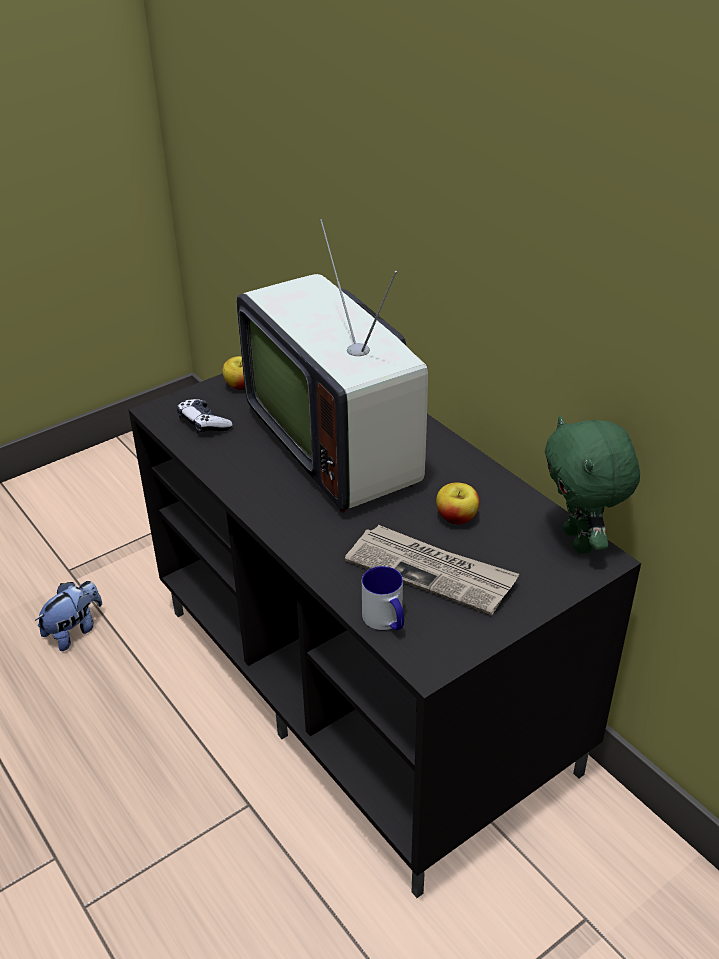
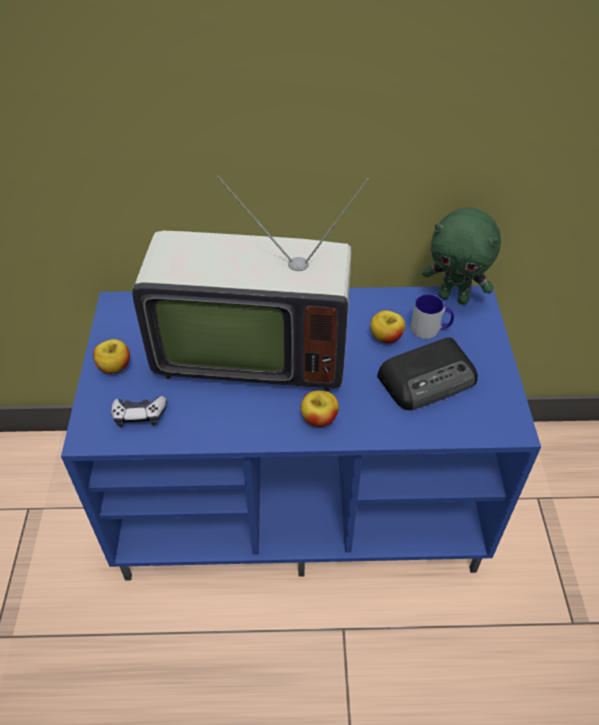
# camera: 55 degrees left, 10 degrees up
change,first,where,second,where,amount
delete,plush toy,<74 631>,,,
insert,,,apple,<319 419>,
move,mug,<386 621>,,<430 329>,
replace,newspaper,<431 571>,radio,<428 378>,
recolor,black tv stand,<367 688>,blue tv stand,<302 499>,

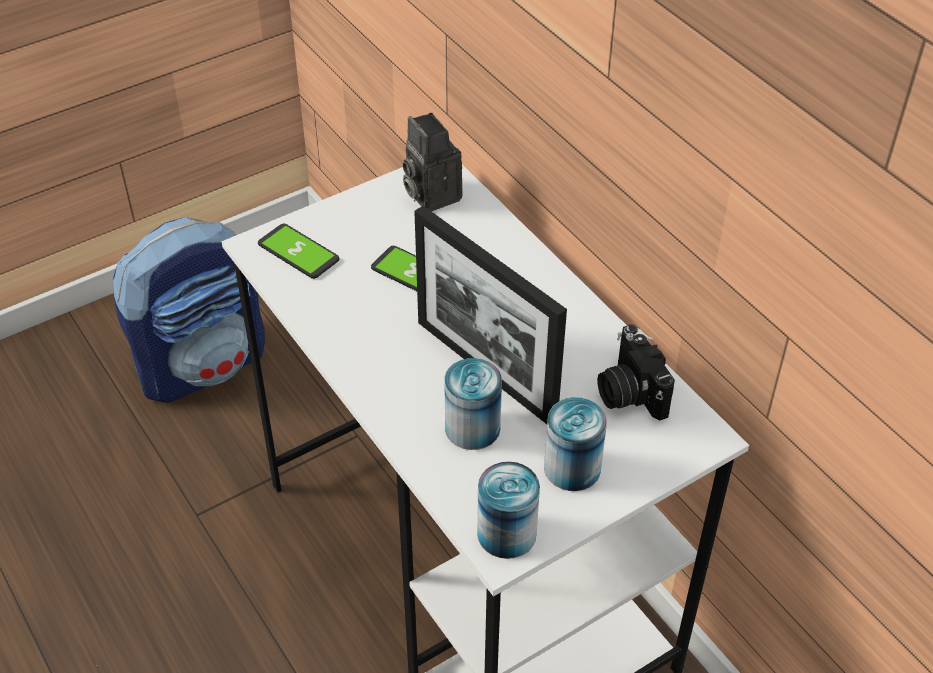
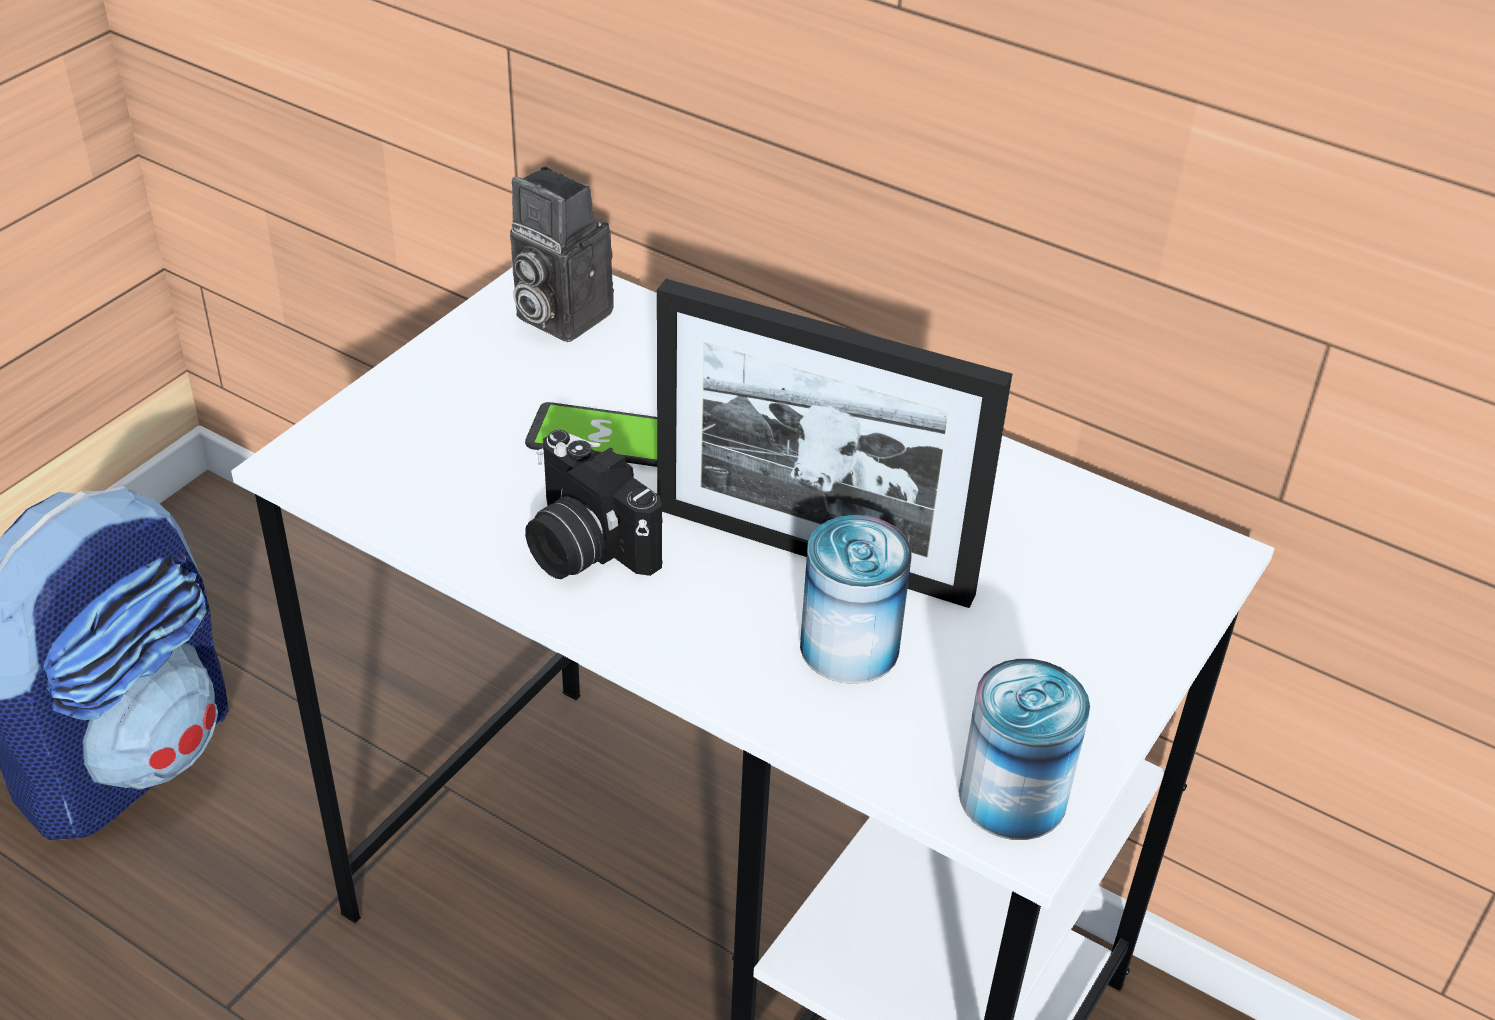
# camera: 25 degrees left, 5 degrees down
change,first,where,second,where,amount
delete,phone,<298 252>,,,
delete,can,<572 468>,,,
move,photo camera,<629 392>,,<583 547>,

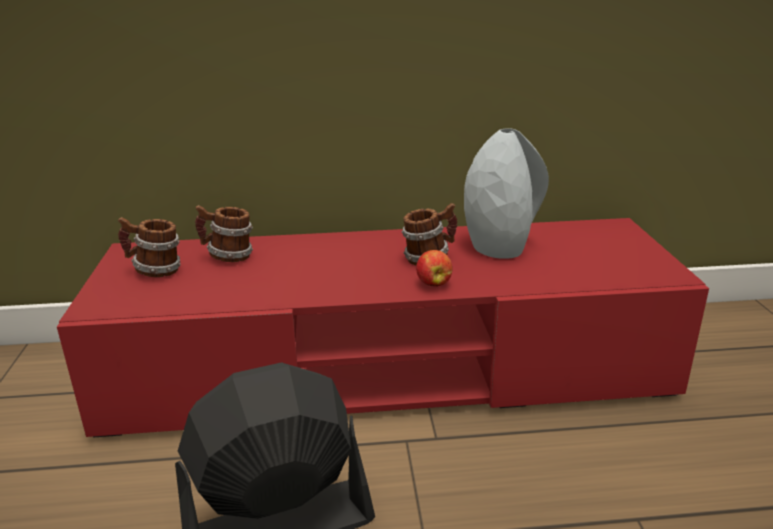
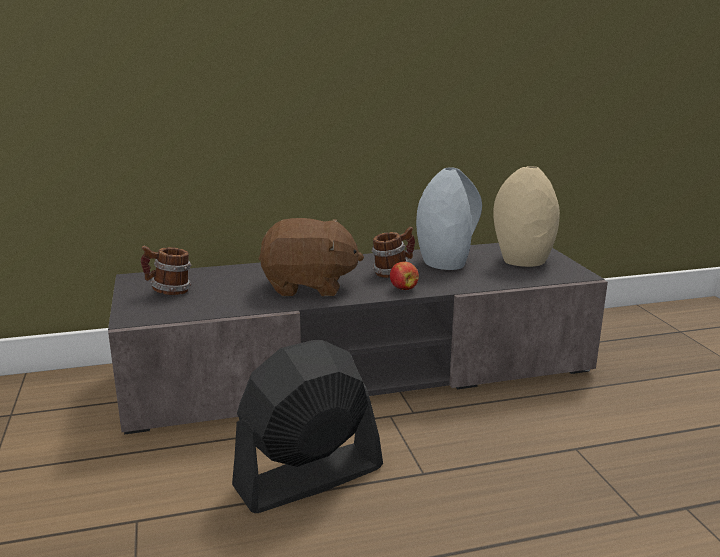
# camera: 10 degrees left, 5 degrees down
change,first,where,second,where,amount
delete,mug,<228 257>,,,
insert,,,brown plush toy,<308 286>,
insert,,,beige vase,<523 260>,
recolor,red tv stand,<388 370>,grey tv stand,<359 370>,

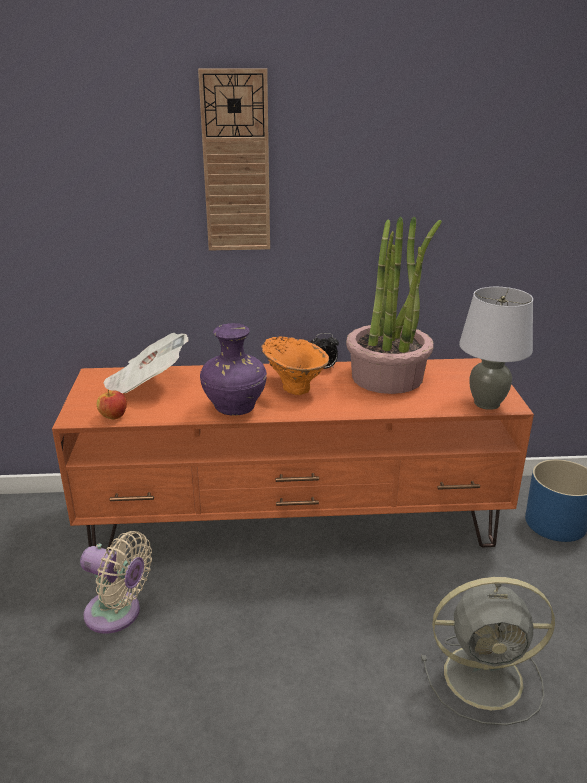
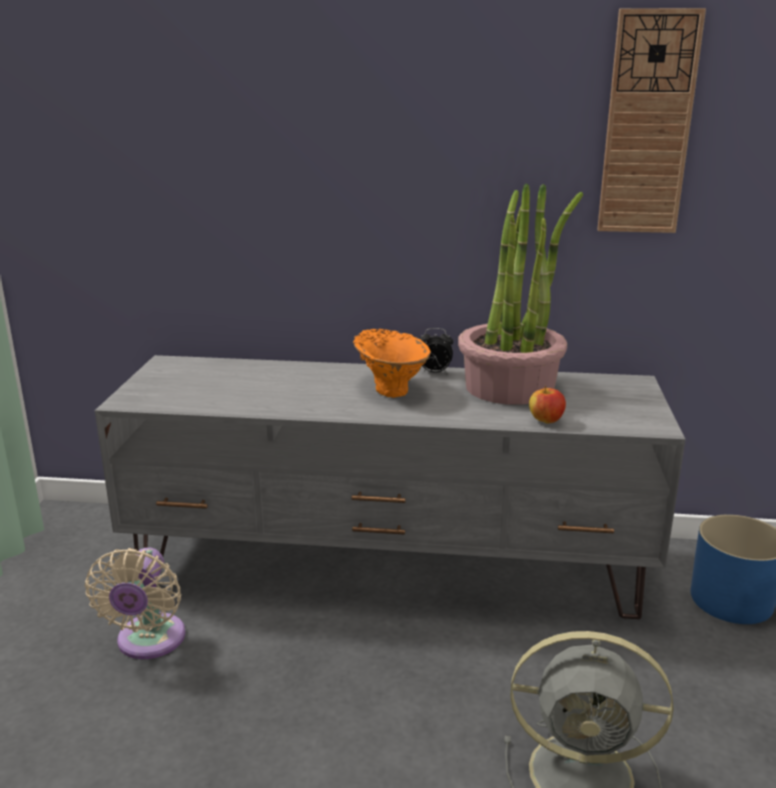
# camera: 10 degrees right, 5 degrees down
change,first,where,second,where,amount
delete,newspaper,<146 385>,,,
delete,purple vase,<235 408>,,,
delete,grey table lamp,<487 404>,,,
move,apple,<113 416>,,<546 420>,
move,wall clock,<236 163>,,<647 125>,
recolor,orange tv stand,<295 522>,grey tv stand,<390 564>,
rotate,beige fan,<117 614>,,<149 642>,60 degrees clockwise

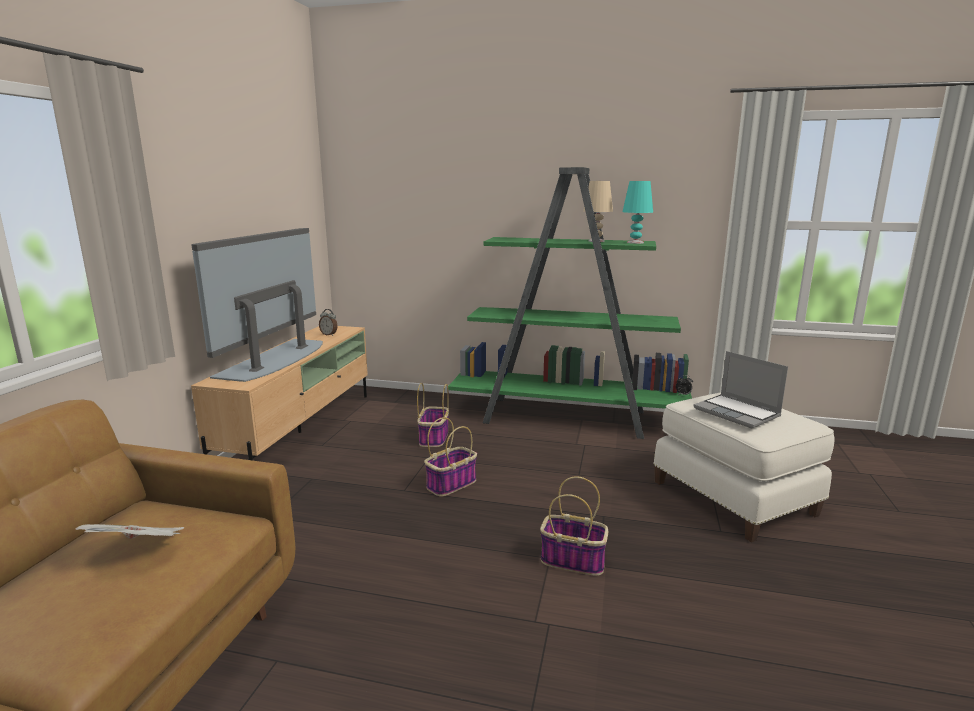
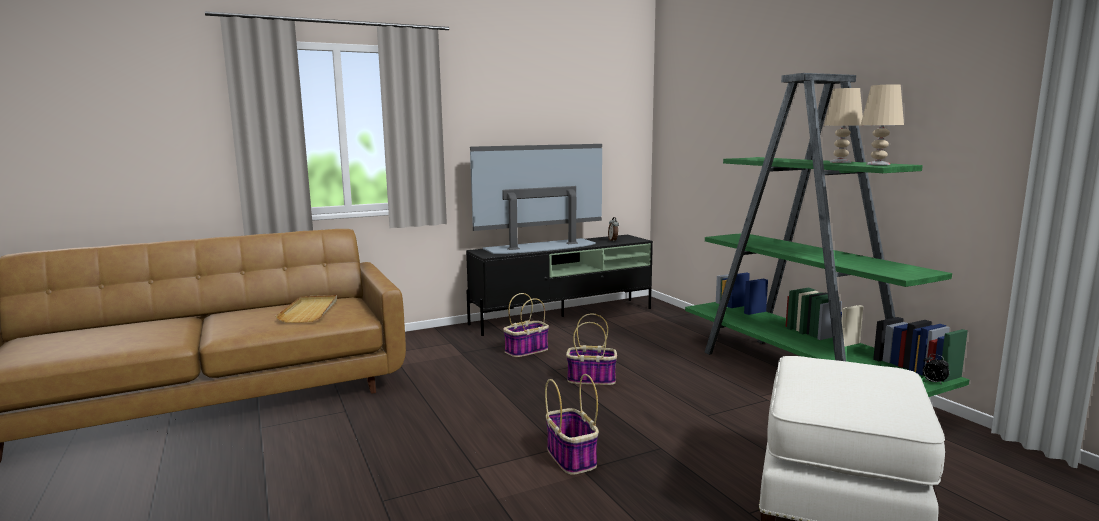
# camera: 50 degrees right, 5 degrees down
change,first,where,second,where,amount
delete,laptop,<738 413>,,,
move,basket,<434 438>,,<526 351>,
replace,newspaper,<139 550>,beige tray,<310 311>,
recolor,beige tv stand,<301 431>,black tv stand,<564 316>,
recolor,turquoise table lamp,<635 242>,beige table lamp,<878 164>,

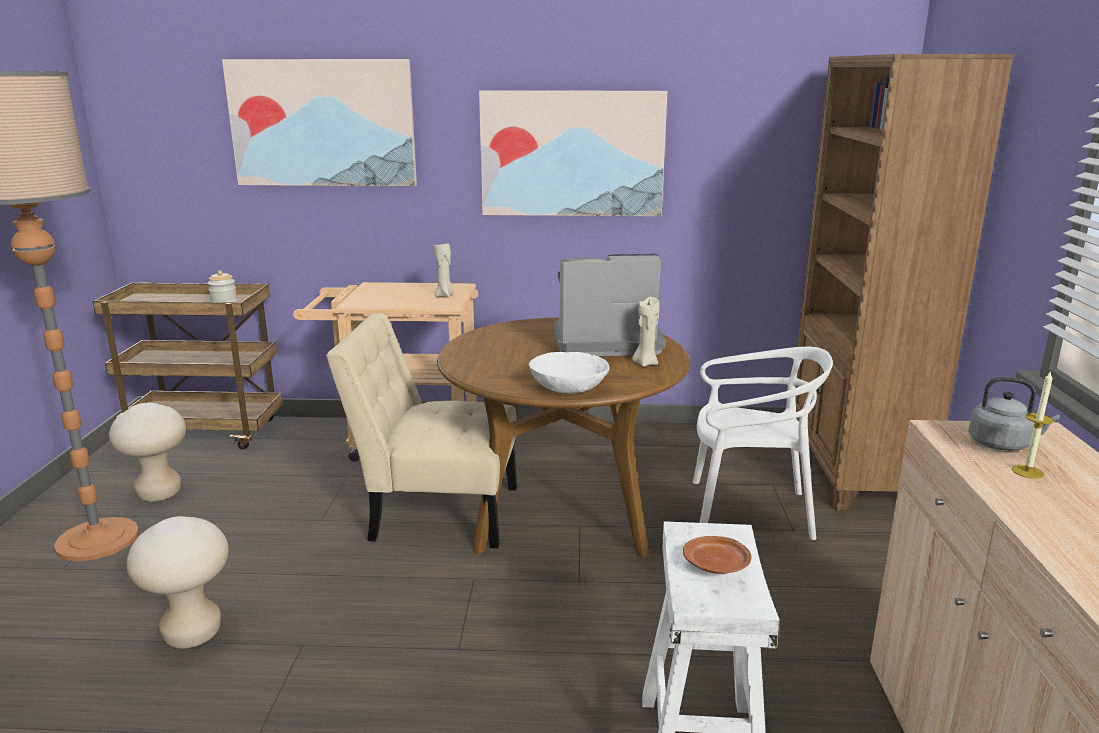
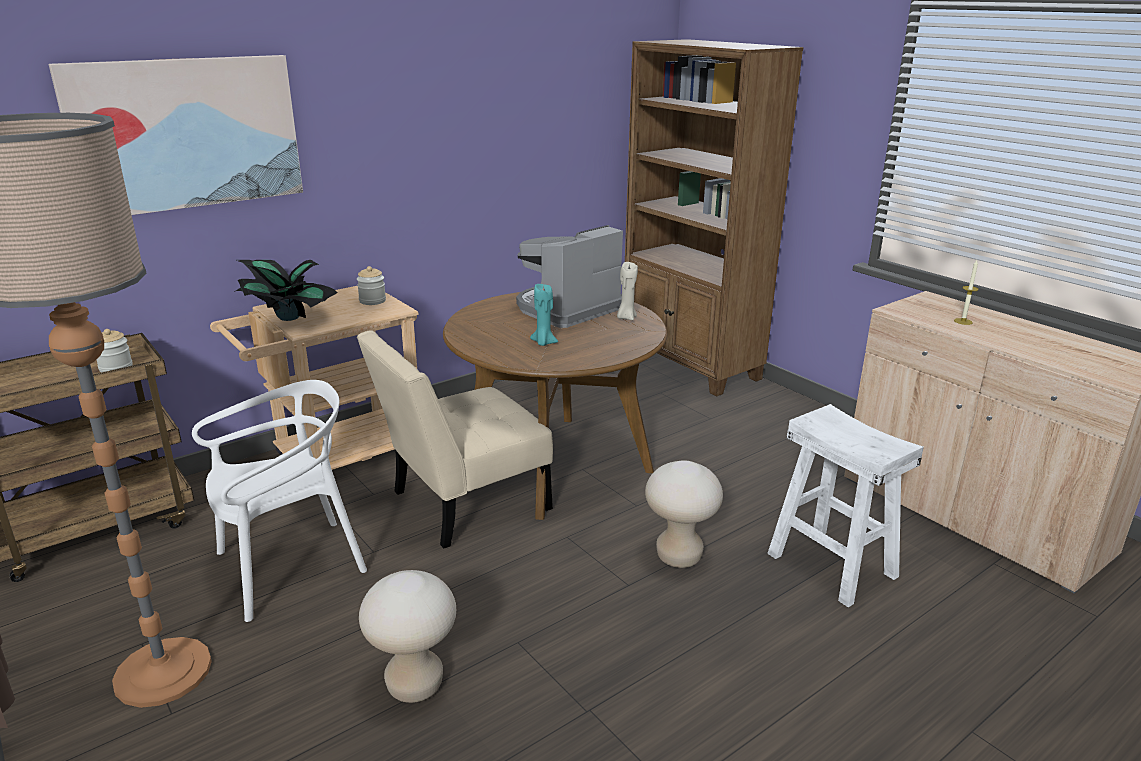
# camera: 40 degrees left, 5 degrees up
change,first,where,second,where,amount
delete,picture,<572 153>,,,
delete,white bowl,<568 387>,,,
delete,brown plate,<717 565>,,,
delete,grey kettle,<1002 444>,,,
insert,,,potted plant,<288 317>,
insert,,,turquoise candle,<543 343>,
move,beige stool,<159 494>,,<679 557>,
move,white chair,<748 512>,,<290 566>,
replace,beige candle,<445 296>,jar,<372 301>,

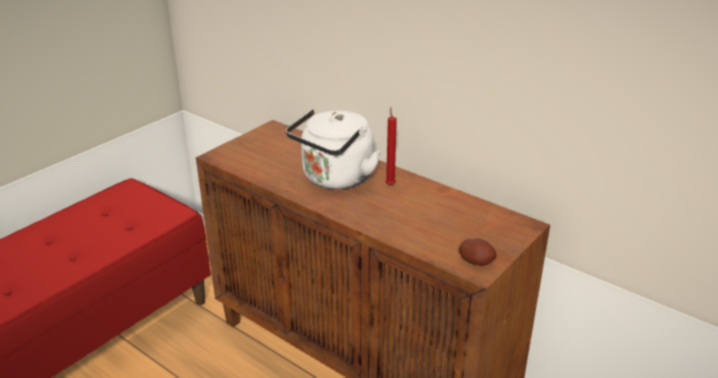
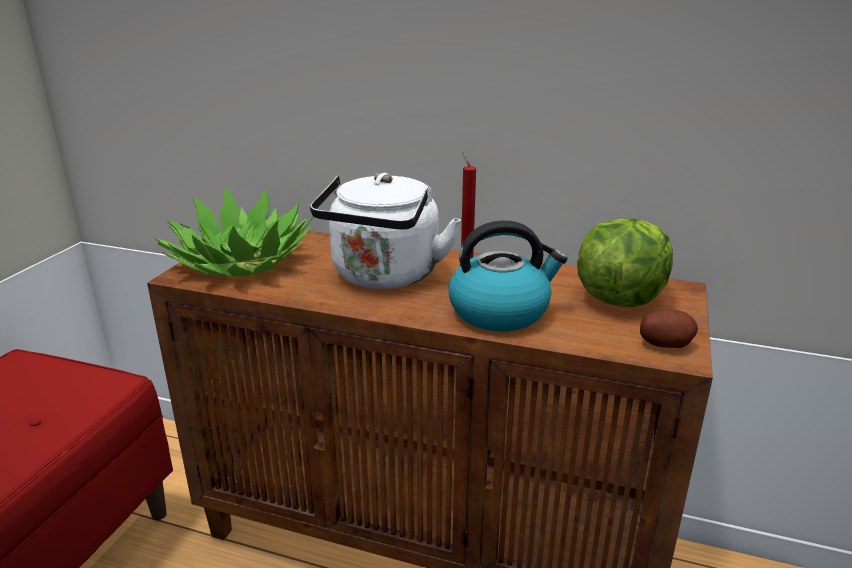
# camera: 20 degrees left, 5 degrees down
change,first,where,second,where,amount
insert,,,potted plant,<240 262>,
insert,,,kettle,<500 311>,
insert,,,lettuce,<619 298>,

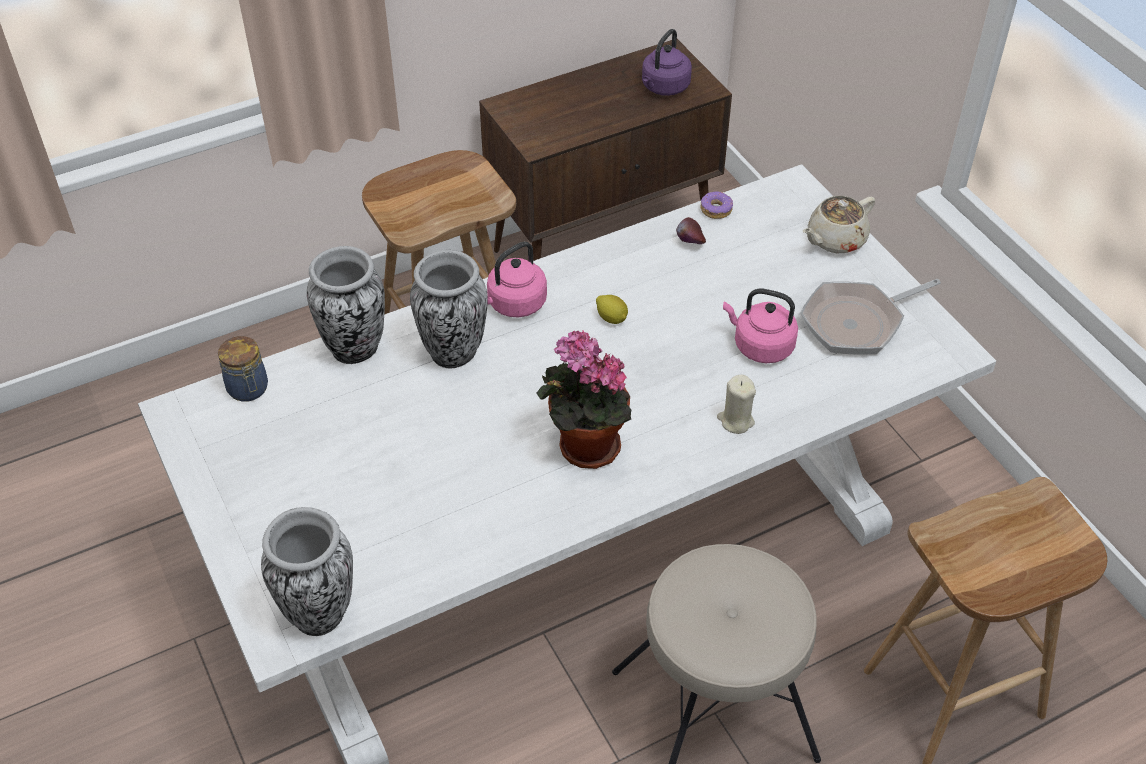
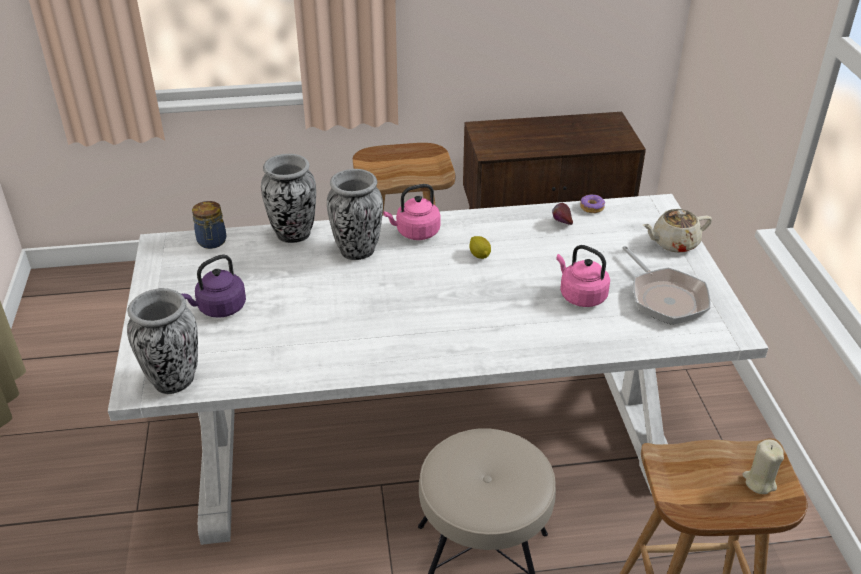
# camera: 20 degrees right, 10 degrees down
change,first,where,second,where,amount
delete,potted plant,<583 448>,,,
move,purple kettle,<664 88>,,<219 308>,
move,beige candle,<735 420>,,<759 482>,
rotate,frying pan,<857 322>,,<665 298>,105 degrees counterclockwise

